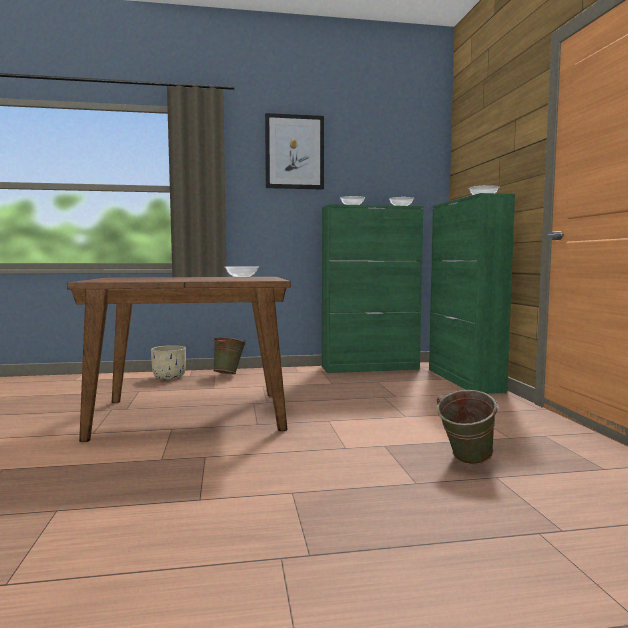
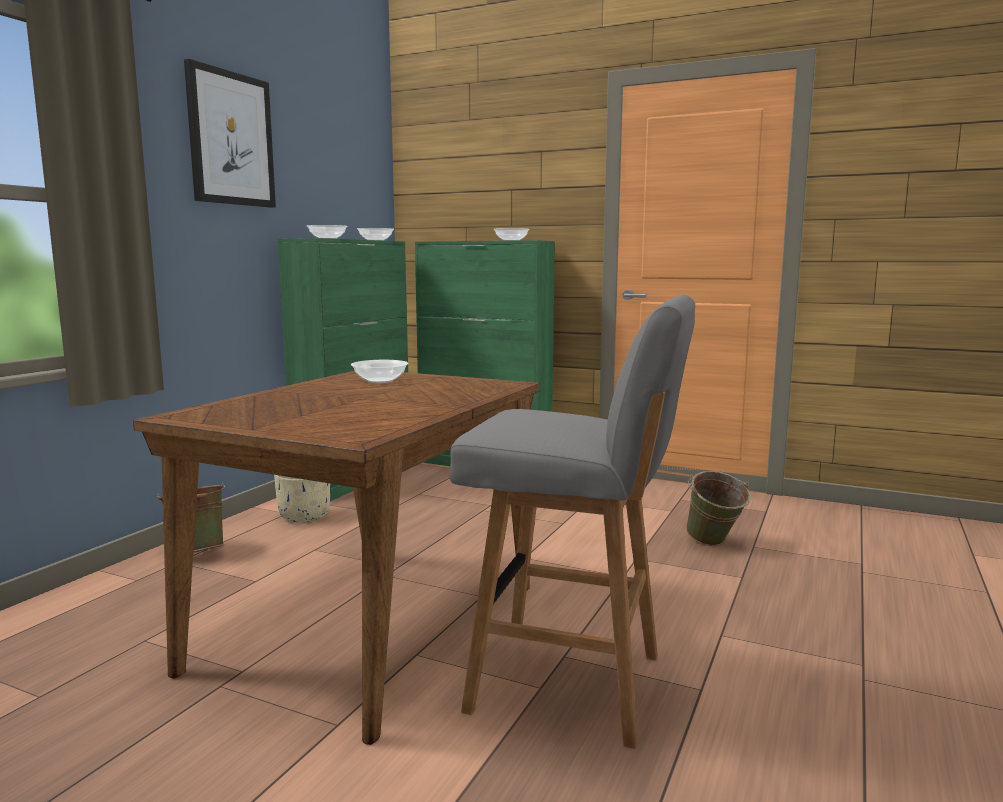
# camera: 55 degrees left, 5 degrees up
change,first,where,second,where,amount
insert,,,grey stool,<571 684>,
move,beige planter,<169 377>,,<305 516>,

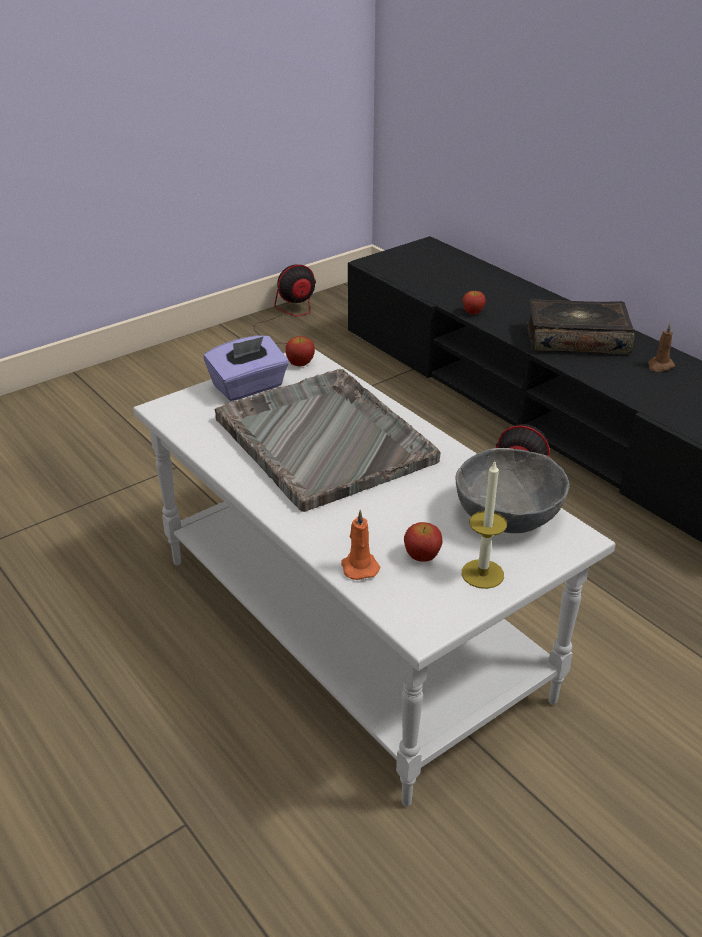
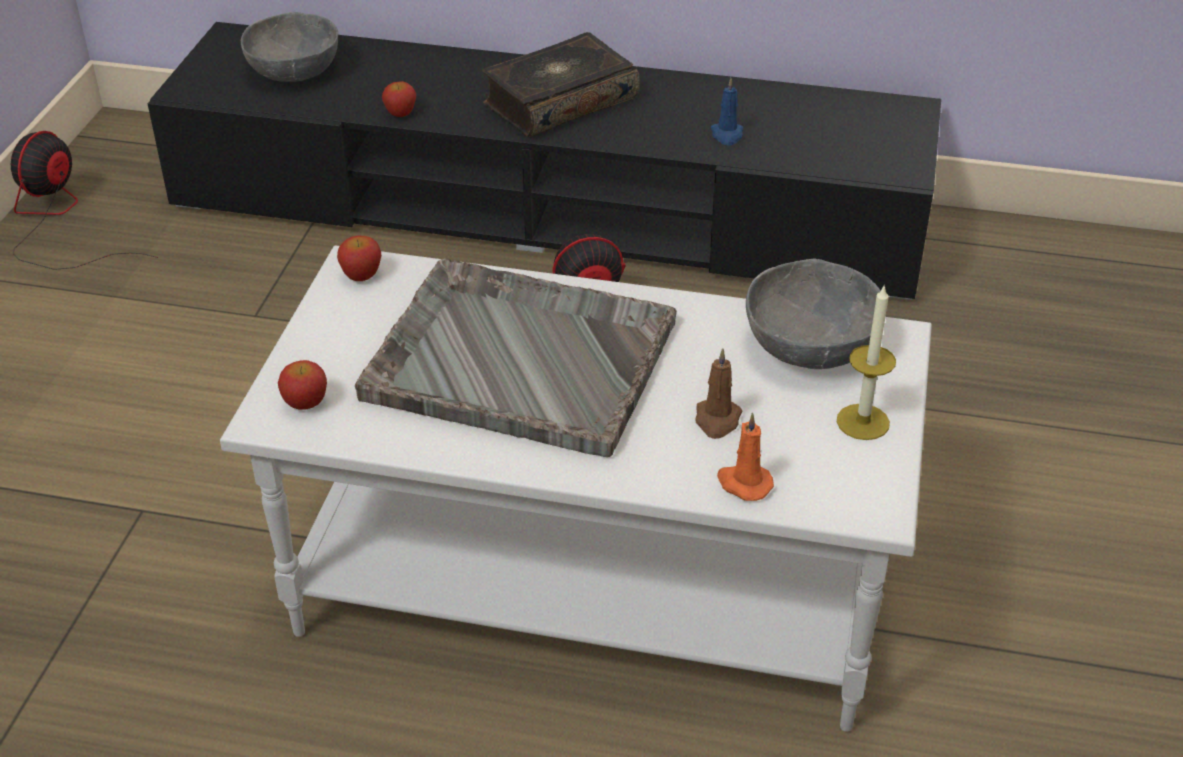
# camera: 40 degrees left, 5 degrees up
change,first,where,second,where,amount
delete,purple tissue box,<248 387>,,,
insert,,,grey bowl,<294 71>,
insert,,,blue candle,<727 135>,
move,apple,<422 556>,,<306 402>,
move,brown candle,<660 366>,,<717 420>,

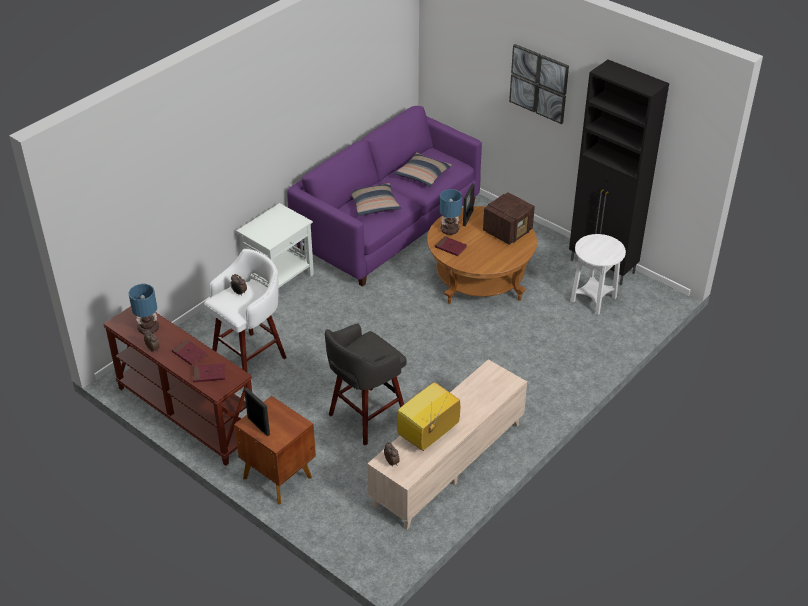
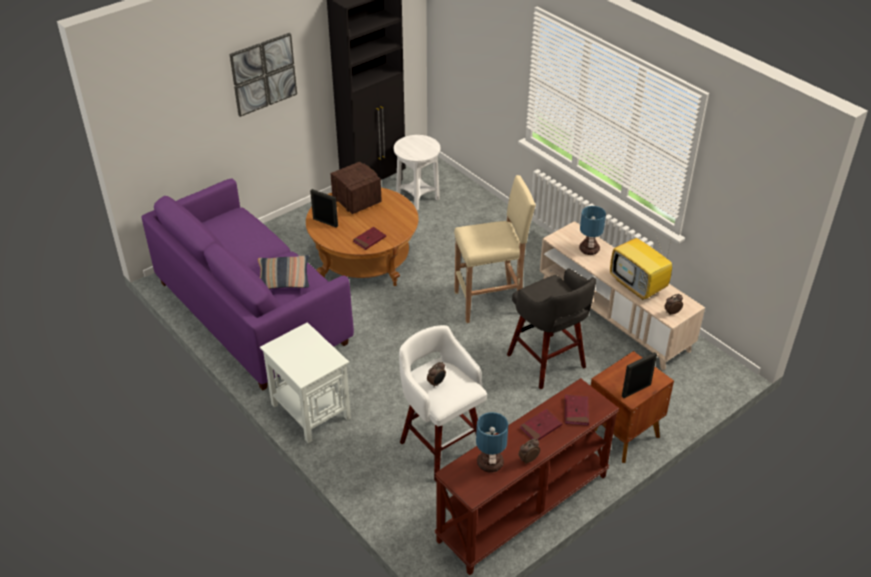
# camera: 80 degrees left, 0 degrees up
change,first,where,second,where,amount
delete,pillow,<423 174>,,,
insert,,,beige stool,<490 302>,
move,table lamp,<450 229>,,<588 249>,

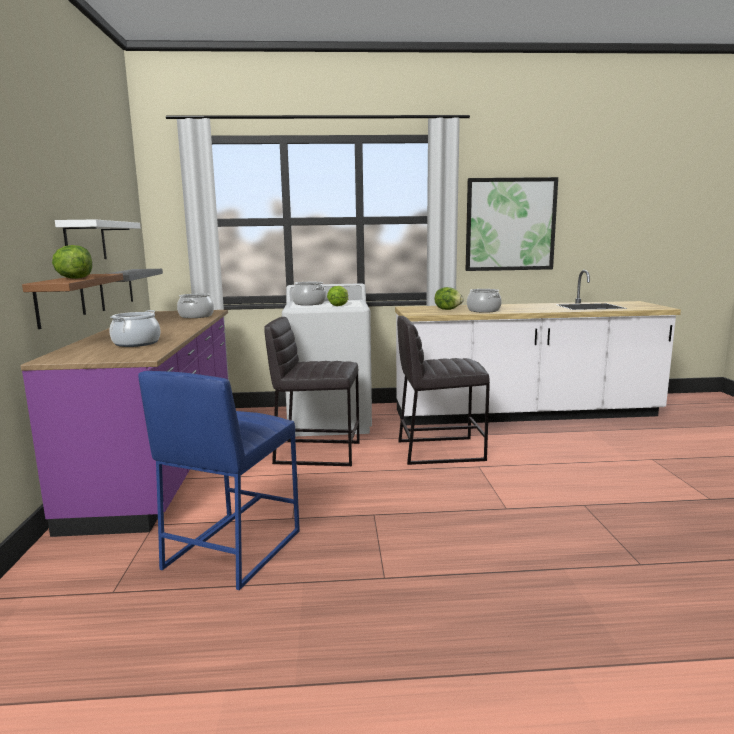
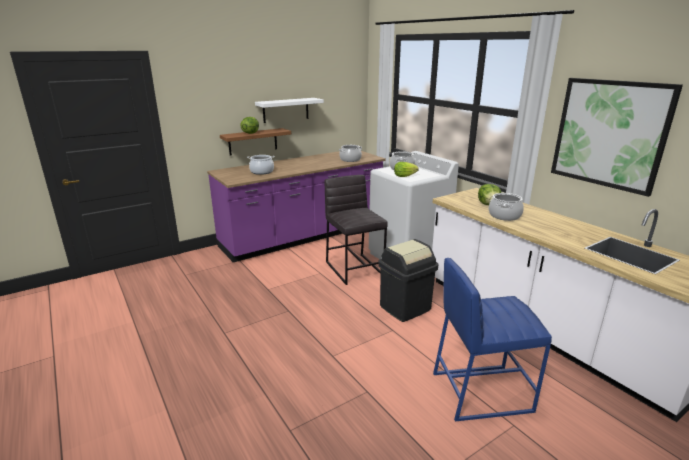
# camera: 60 degrees right, 10 degrees up
change,first,where,second,where,amount
delete,grey shelf,<116 289>,,,
move,blue stool,<231 549>,,<480 391>,
replace,grey stool,<439 450>,black trash can,<405 307>,

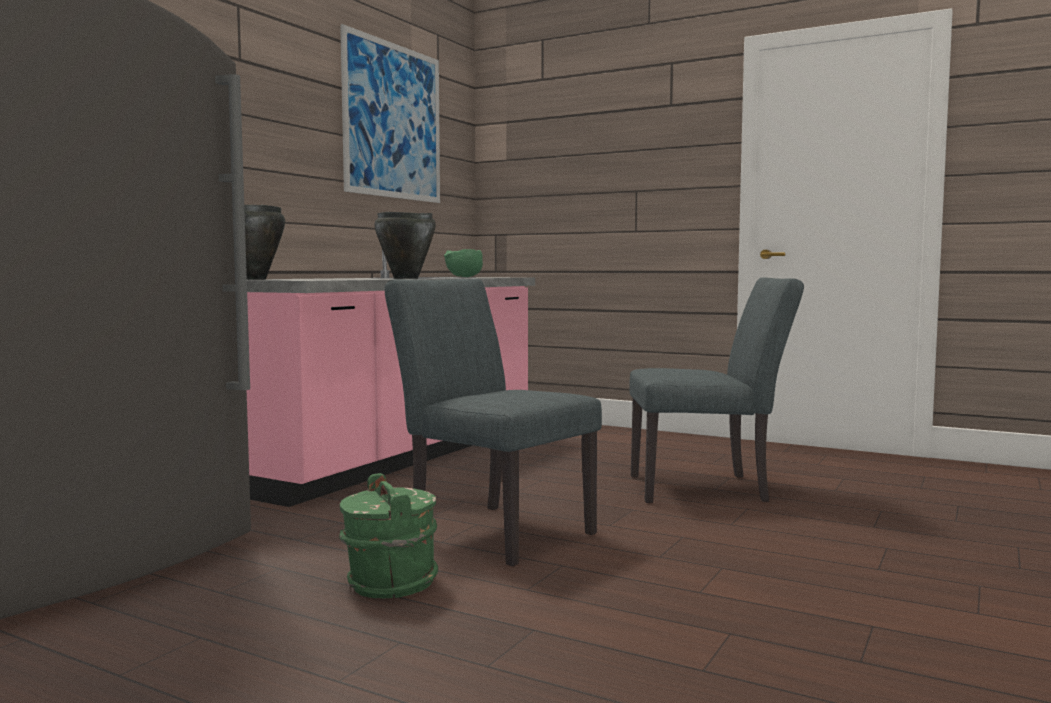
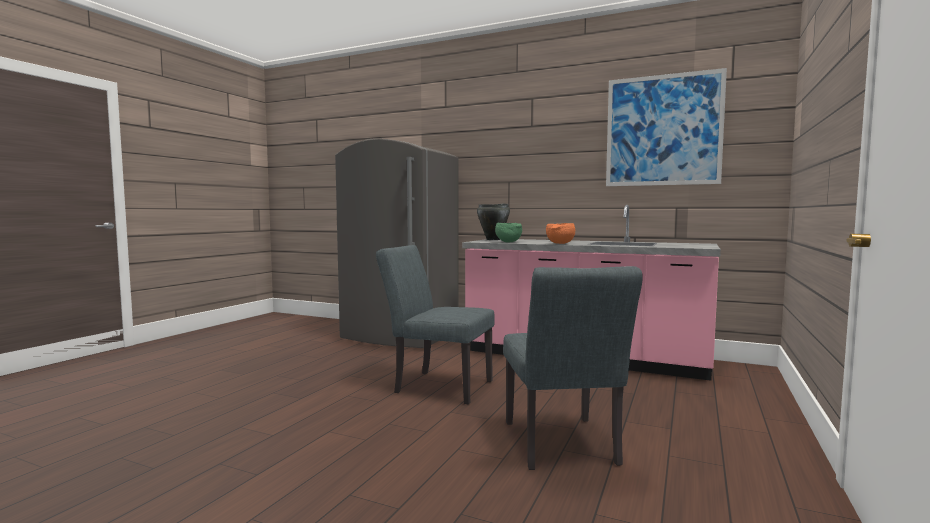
# camera: 85 degrees right, 0 degrees up
change,first,where,second,where,amount
delete,green bucket,<389 583>,,,
move,green bowl,<464 277>,,<507 242>,
replace,black cooking pot,<406 278>,orange bowl,<560 243>,
rotate,grey chair,<491 530>,,<437 386>,105 degrees counterclockwise

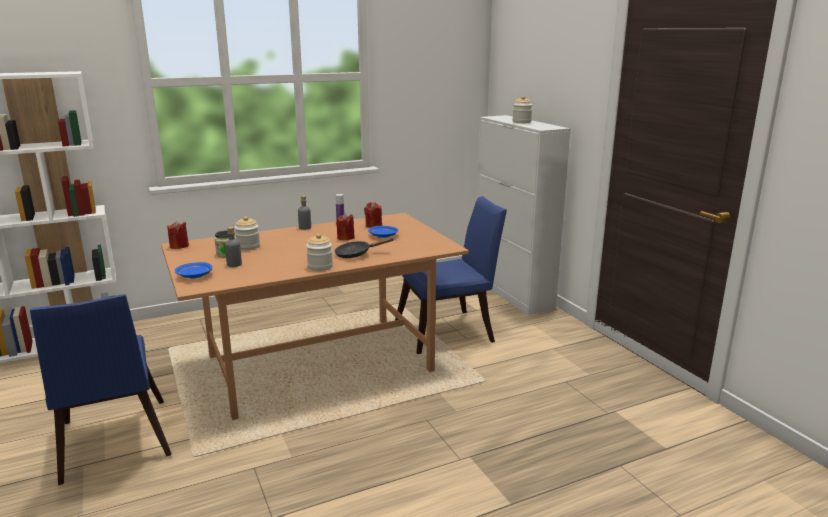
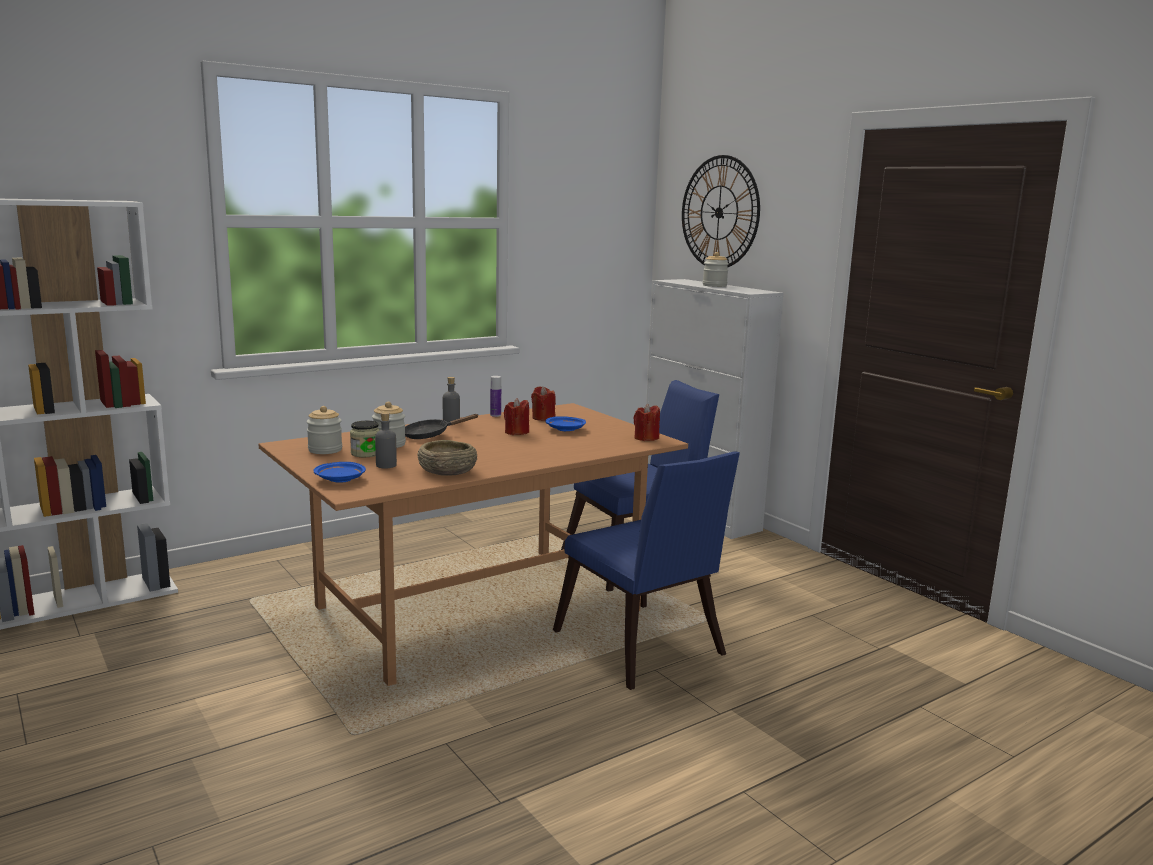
# camera: 10 degrees left, 5 degrees down
change,first,where,second,where,amount
insert,,,beige bowl,<446 471>,
insert,,,wall clock,<719 212>,
move,blue chair,<113 445>,,<642 650>,
move,red candle,<179 246>,,<646 438>,
move,jar,<320 266>,,<325 450>,
move,black frying pan,<356 254>,,<430 435>,

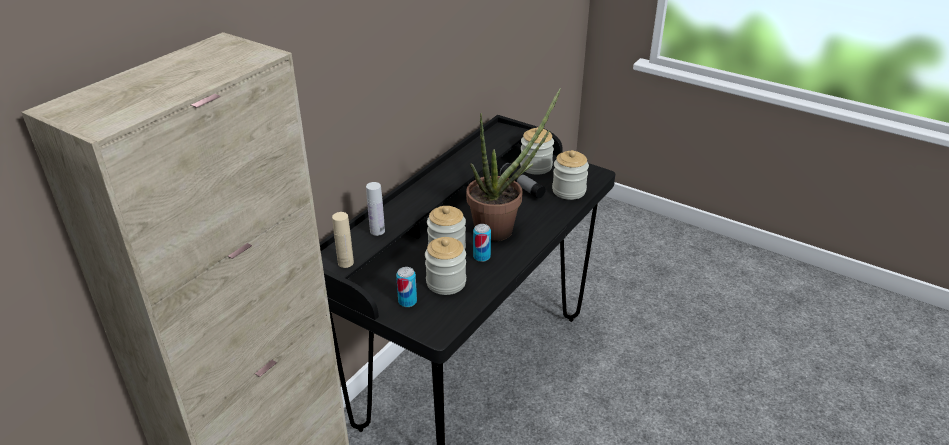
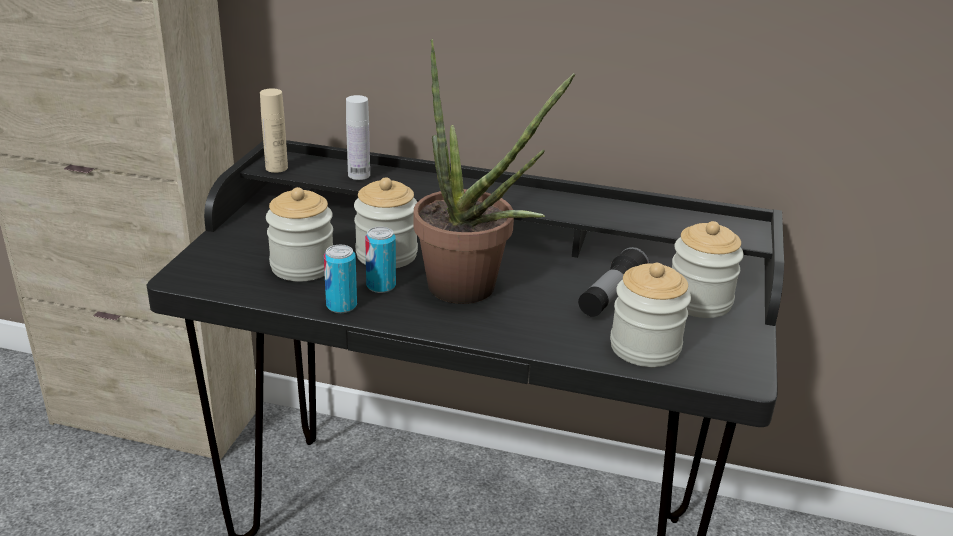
# camera: 70 degrees right, 5 degrees down
change,first,where,second,where,amount
move,can,<407 301>,,<341 306>,

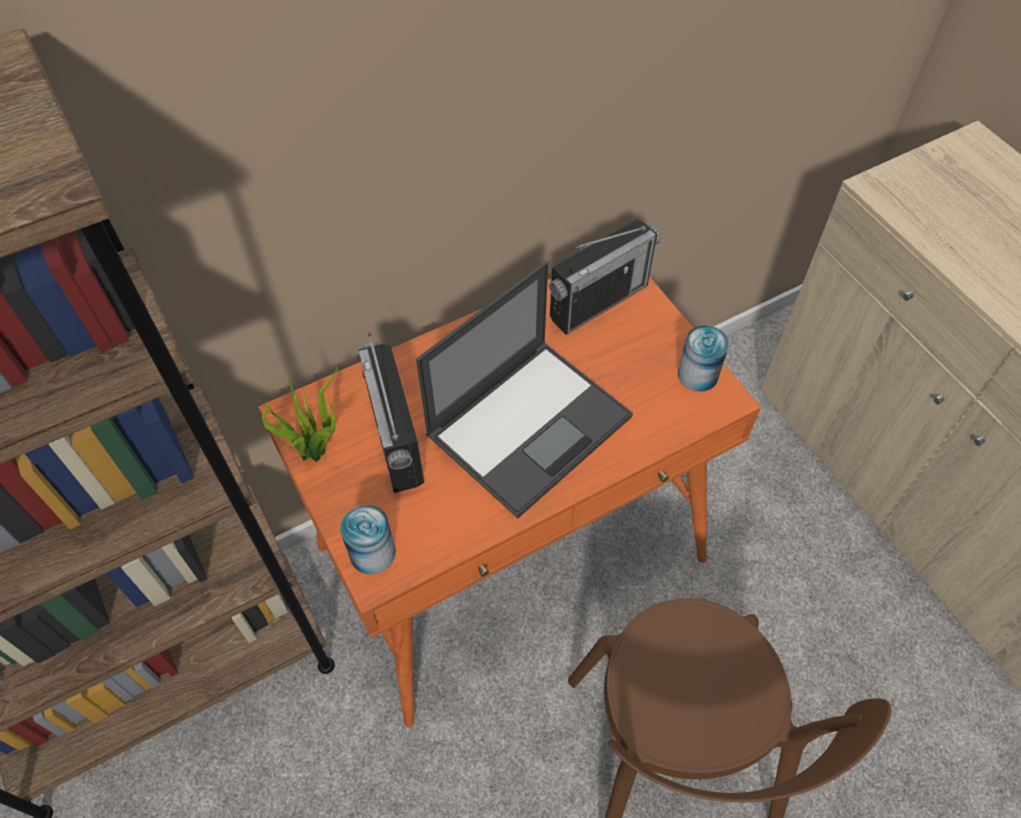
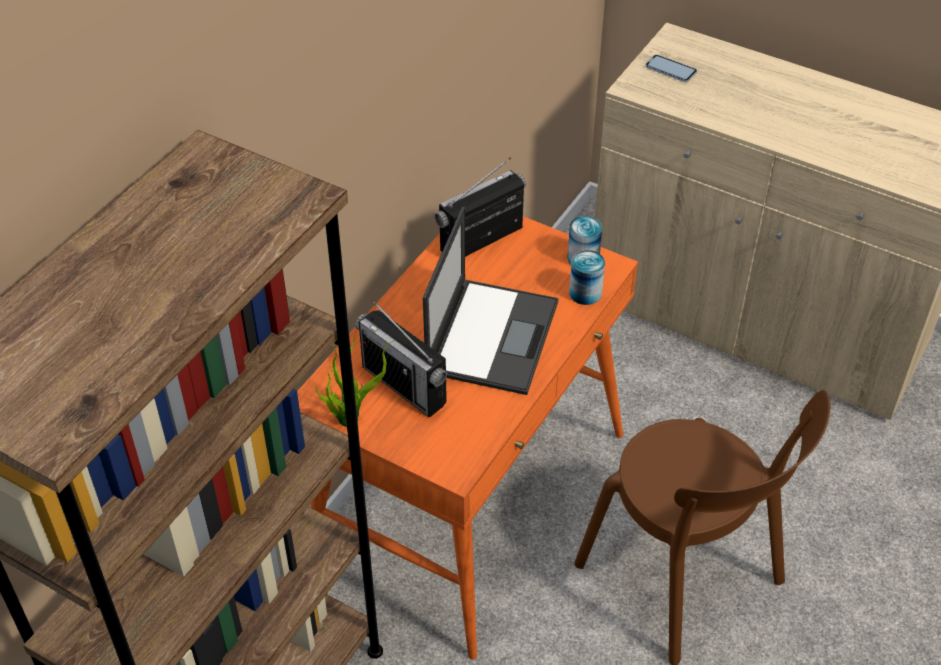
# camera: 30 degrees left, 10 degrees down
change,first,where,second,where,amount
insert,,,phone,<670 69>,
move,can,<372 553>,,<585 293>,
rotate,radio,<598 301>,,<481 239>,150 degrees counterclockwise

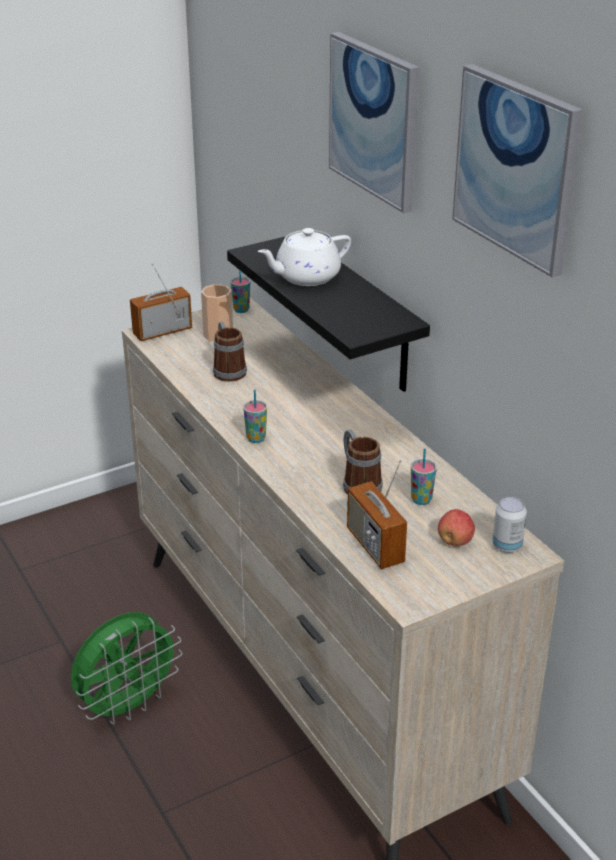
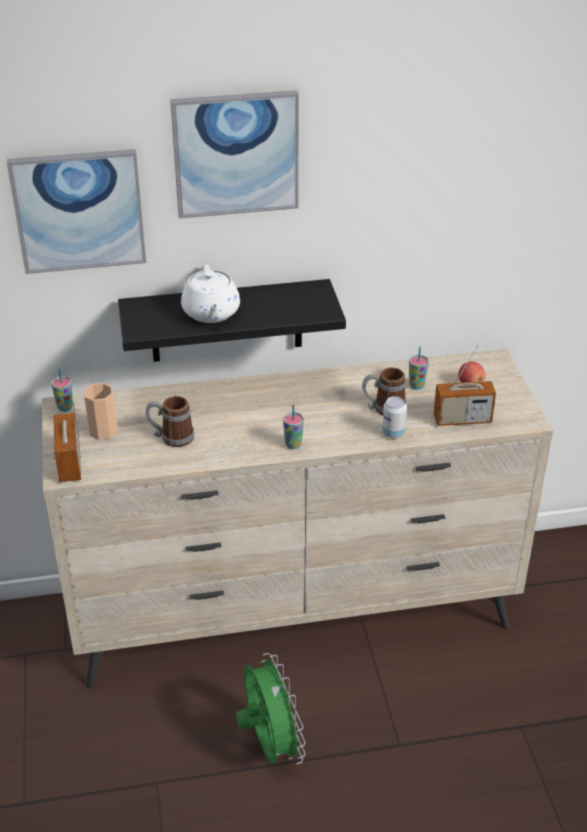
# camera: 70 degrees left, 5 degrees up
change,first,where,second,where,amount
move,picture,<516 168>,,<79 210>,
move,can,<507 546>,,<393 433>,

